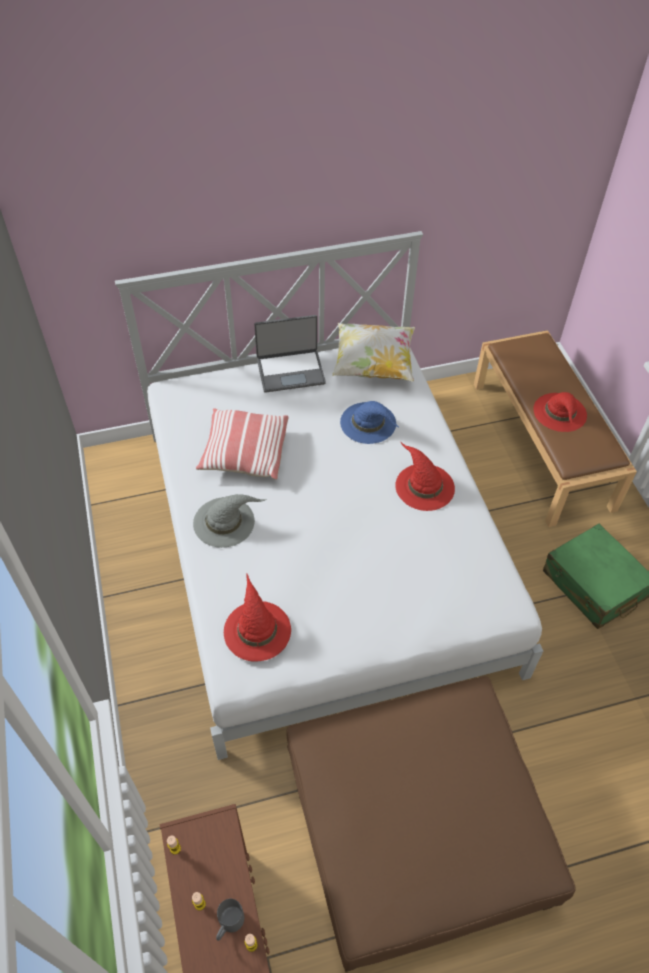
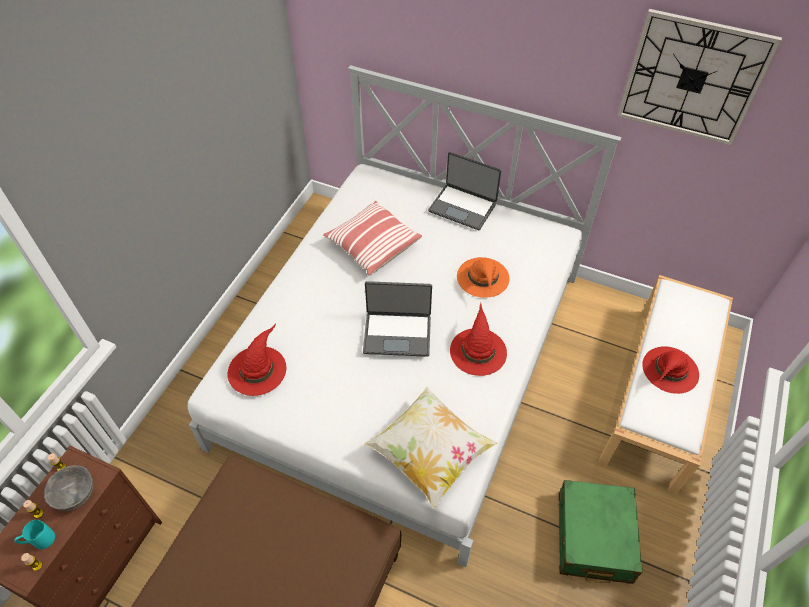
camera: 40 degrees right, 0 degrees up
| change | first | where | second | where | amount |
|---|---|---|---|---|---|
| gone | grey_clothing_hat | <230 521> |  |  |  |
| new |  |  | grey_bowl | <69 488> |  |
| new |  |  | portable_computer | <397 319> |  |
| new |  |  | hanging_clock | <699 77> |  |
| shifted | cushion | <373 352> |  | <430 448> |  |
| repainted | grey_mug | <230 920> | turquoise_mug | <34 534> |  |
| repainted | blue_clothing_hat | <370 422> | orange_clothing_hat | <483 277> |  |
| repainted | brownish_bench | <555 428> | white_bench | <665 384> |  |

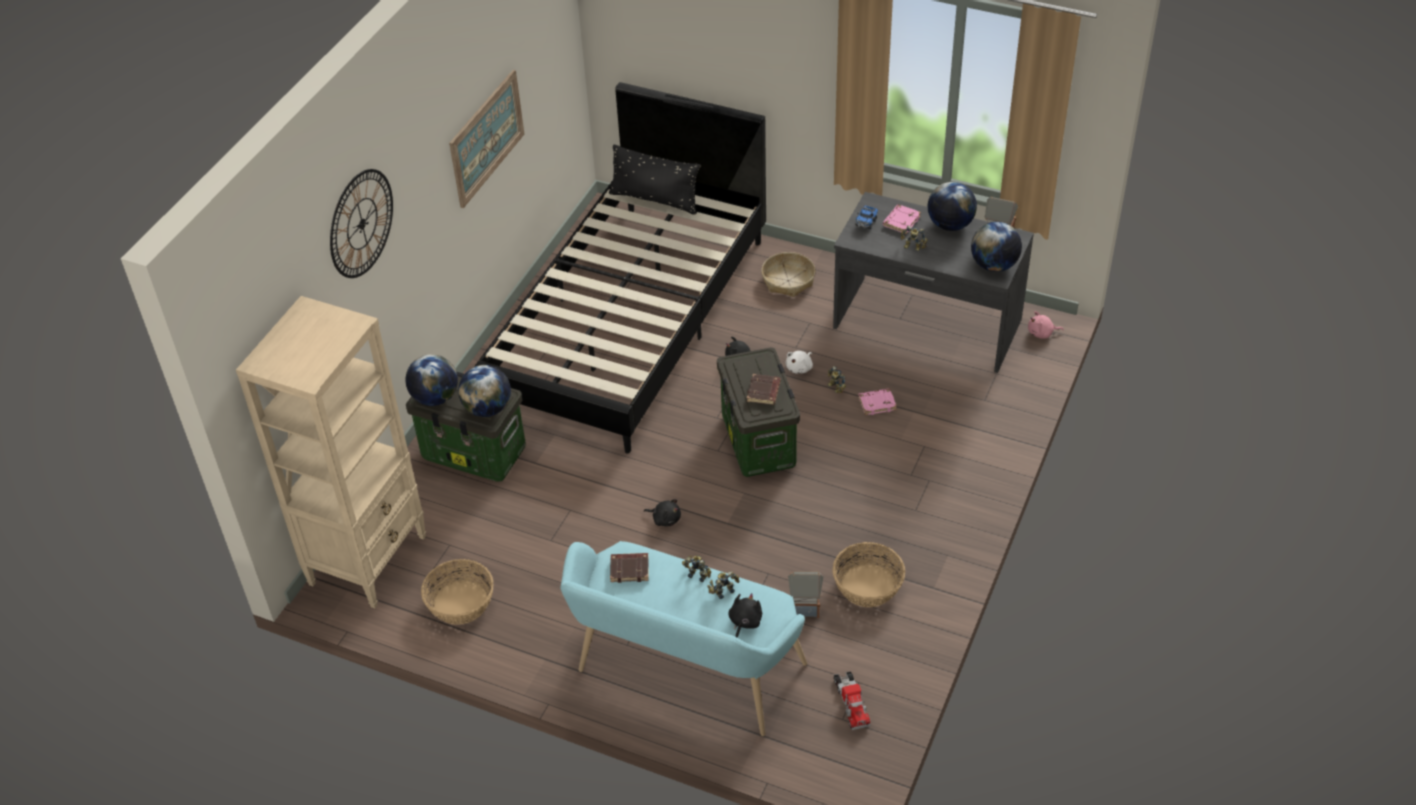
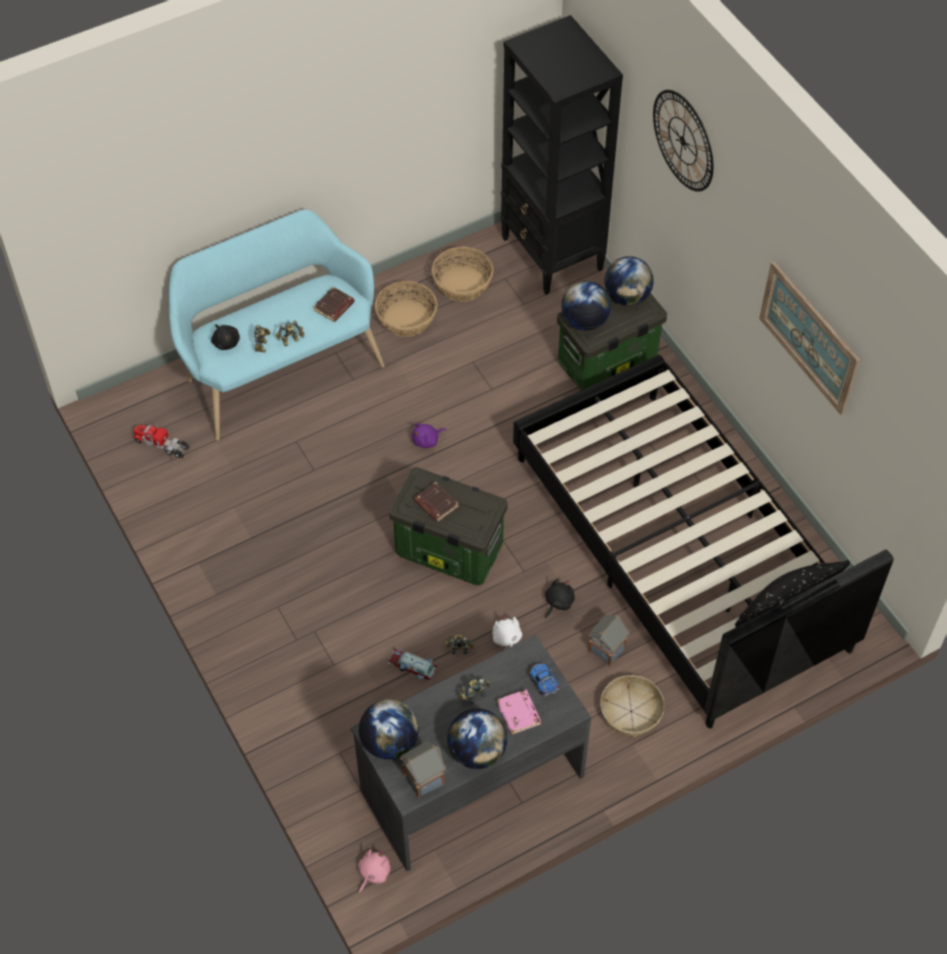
camera: 125 degrees right, 10 degrees up
| change | first | where | second | where | amount |
|---|---|---|---|---|---|
| shifted | toy_house | <805 594> |  | <609 641> |  |
| shifted | basket | <868 574> |  | <406 309> |  |
| swapped | pink-coloured_bound_book | <878 401> | miniature_car | <413 664> |  |
| repainted | beige_shelving_unit | <331 452> | black-coloured_shelving_unit | <561 155> |  |
| repainted | black-coloured_cuddly_toy | <662 512> | purple_cuddly_toy | <429 435> |  |

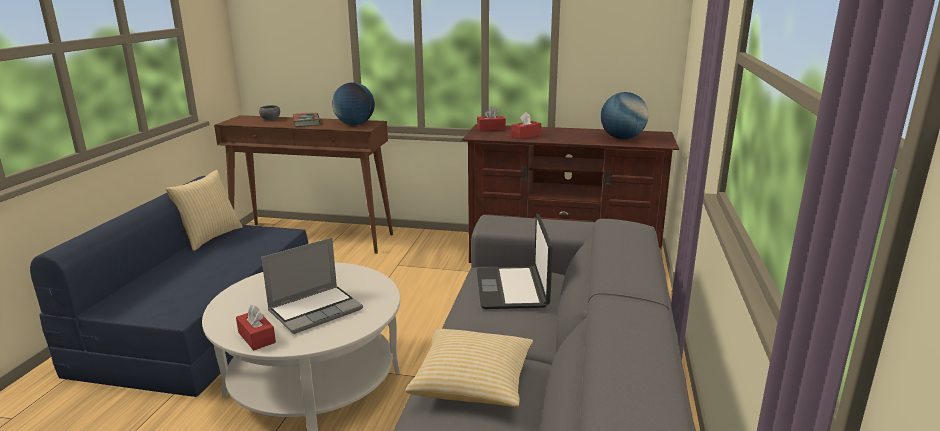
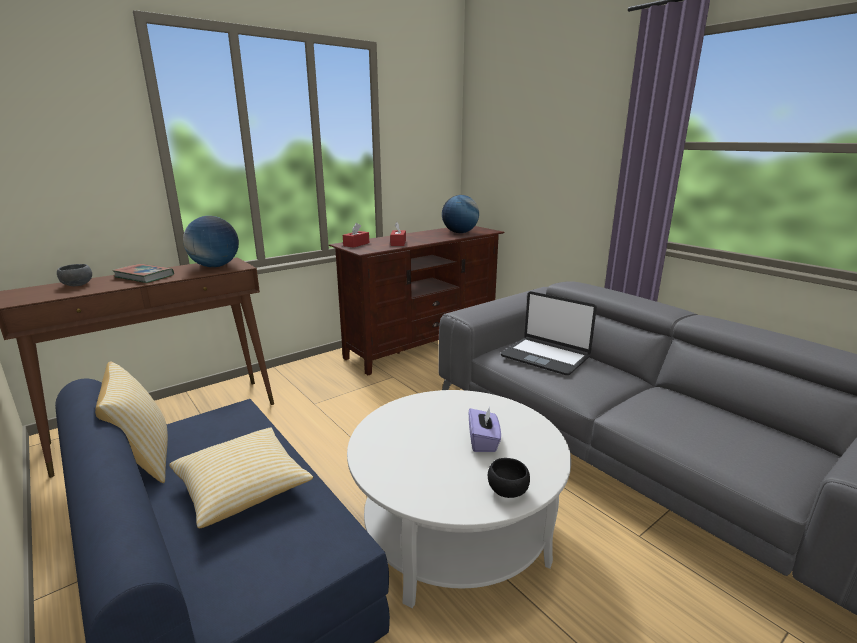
camera: 50 degrees left, 0 degrees up
| change | first | where | second | where | amount |
|---|---|---|---|---|---|
| shifted | cushion | <469 368> |  | <241 477> |  |
| swapped | reddish_box_of_tissues | <256 327> | black-coloured_bowl | <509 478> |  |
| swapped | portable_computer | <312 286> | purple_box_of_tissues | <485 429> |  |

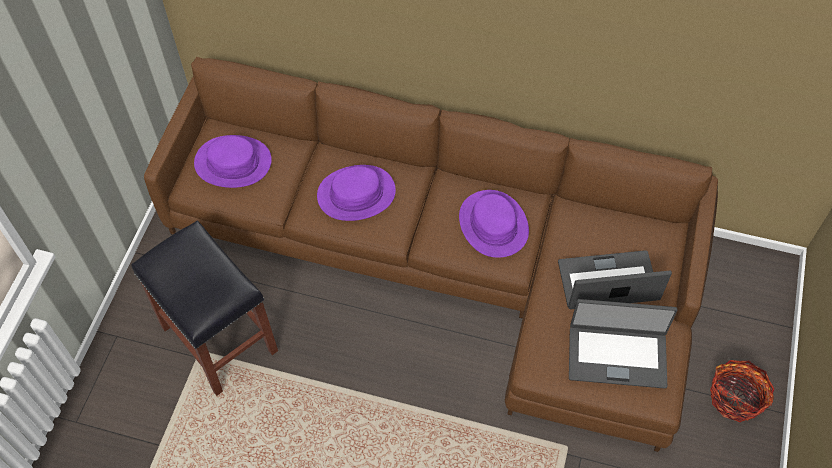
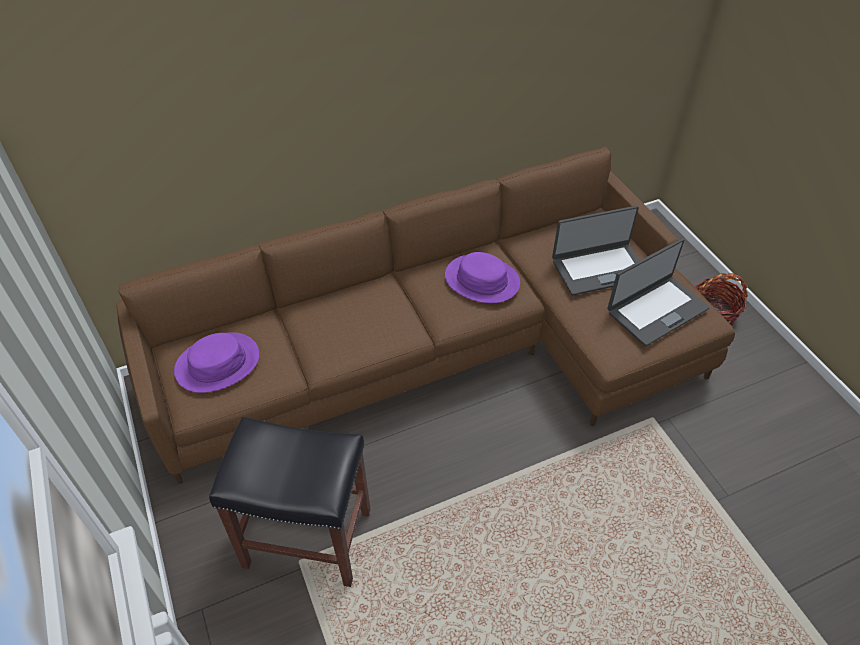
camera: 40 degrees left, 10 degrees down
| change | first | where | second | where | amount |
|---|---|---|---|---|---|
| gone | purple_clothing_hat | <356 193> |  |  |  |
| rotated | portable_computer | <615 279> |  | <596 250> | 150 degrees counterclockwise |

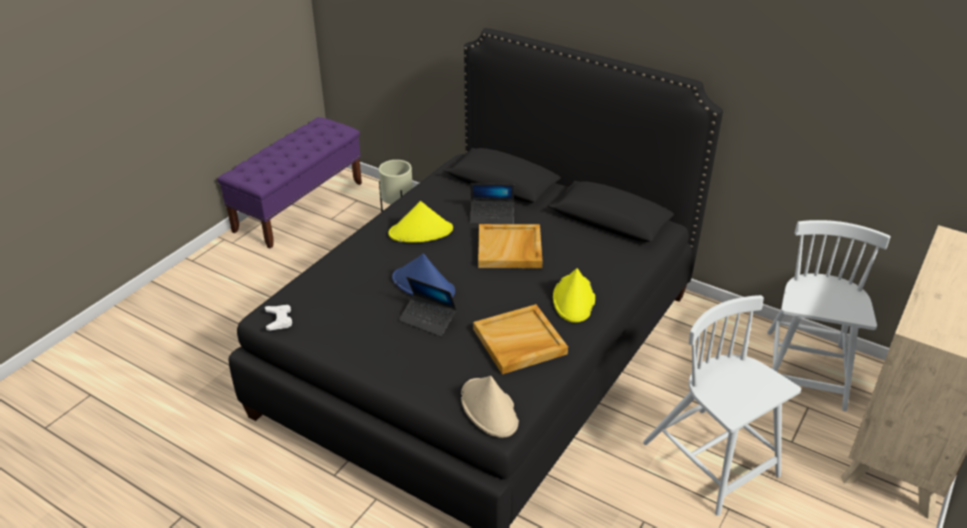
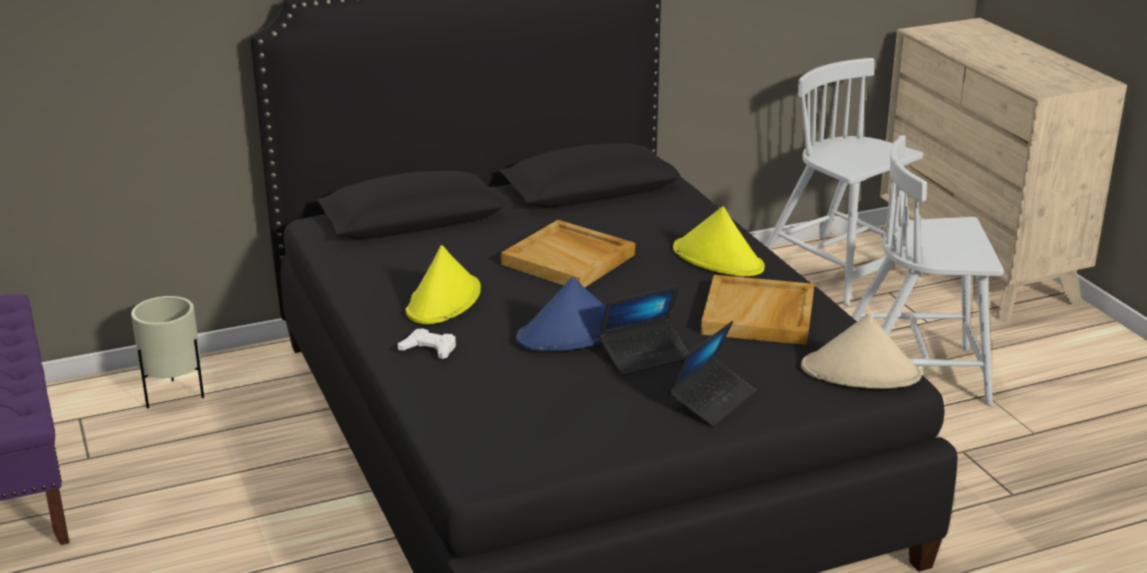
camera: 55 degrees left, 10 degrees down
| change | first | where | second | where | amount |
|---|---|---|---|---|---|
| shifted | white_gamepad | <278 318> |  | <427 344> |  |
| shifted | portable_computer | <492 203> |  | <712 374> |  |

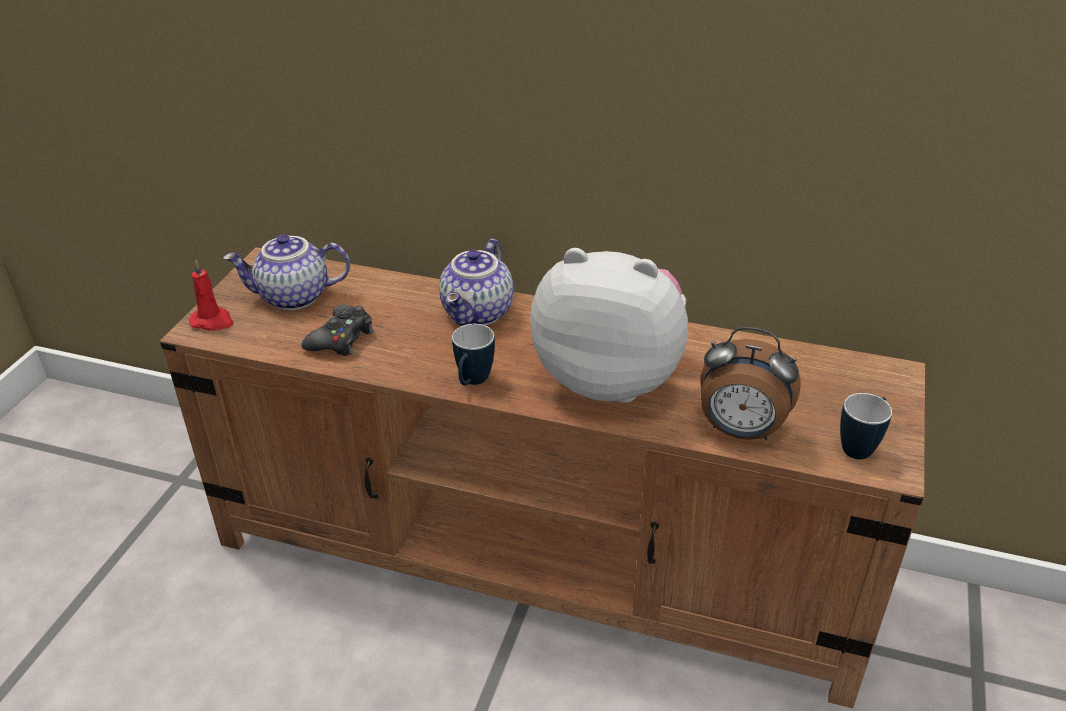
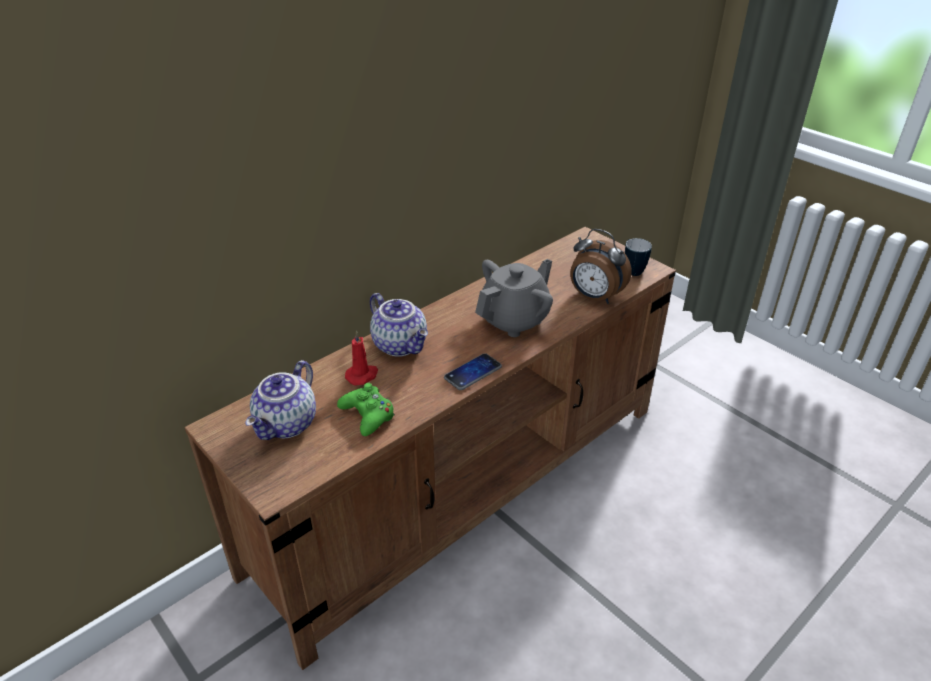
camera: 60 degrees left, 0 degrees up
| change | first | where | second | where | amount |
|---|---|---|---|---|---|
| shifted | reddish_wax_light | <211 295> |  | <361 358> |  |
| swapped | mug | <473 355> | telephone | <473 371> |  |
| swapped | cuddly_toy | <609 325> | grey_teapot | <514 298> |  |
| repainted | black-coloured_gamepad | <338 330> | greenish_gamepad | <366 409> |  |
| rotated | table_clock | <750 383> |  | <600 266> | 75 degrees clockwise |

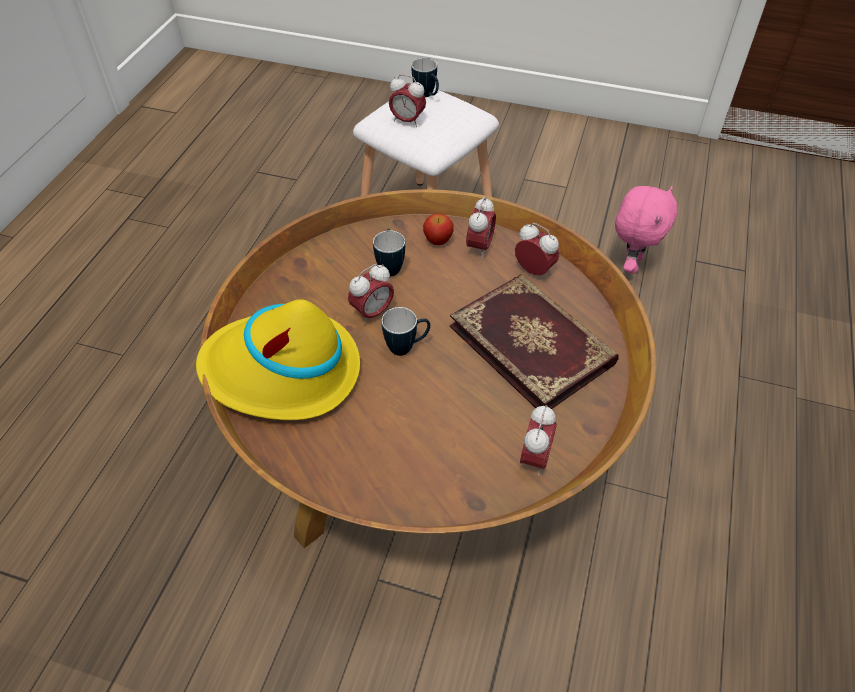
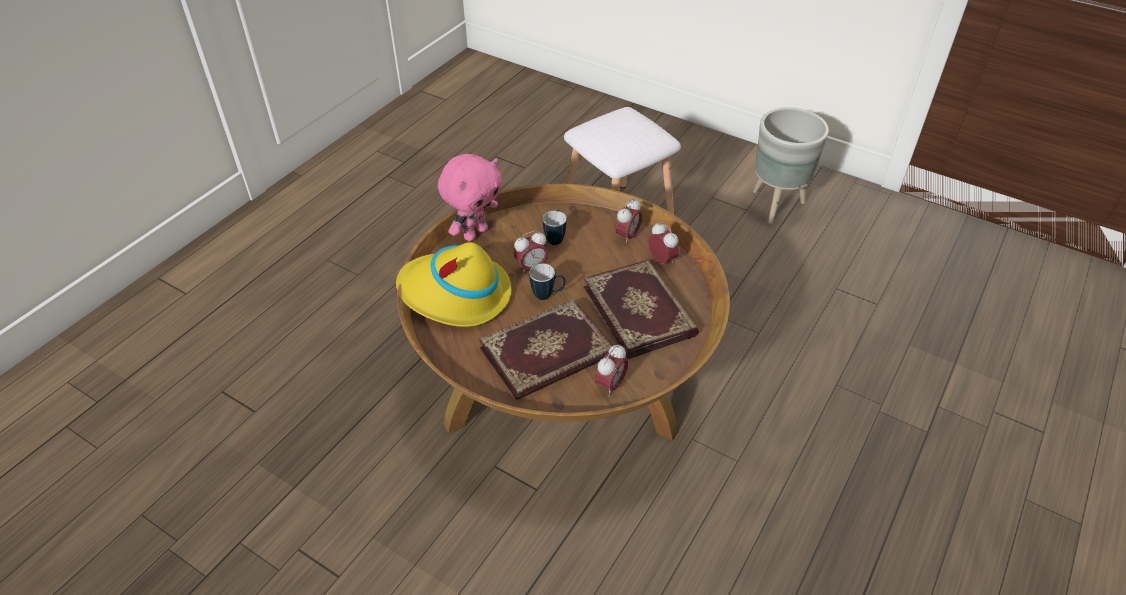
camera: 15 degrees right, 5 degrees down
| change | first | where | second | where | amount |
|---|---|---|---|---|---|
| gone | table_clock | <407 100> |  |  |  |
| gone | mug | <425 77> |  |  |  |
| gone | whole_apple | <438 229> |  |  |  |
| new |  |  | bound_book | <546 349> |  |
| new |  |  | grey_plant_pot | <791 165> |  |
| shifted | pink-coloured_cuddly_toy | <646 230> |  | <470 197> |  |

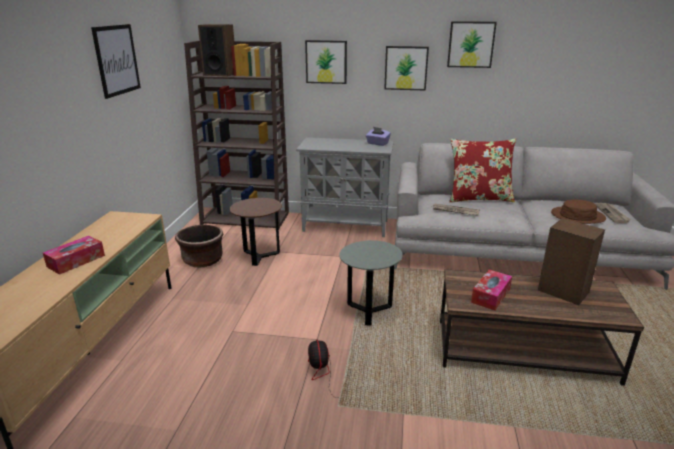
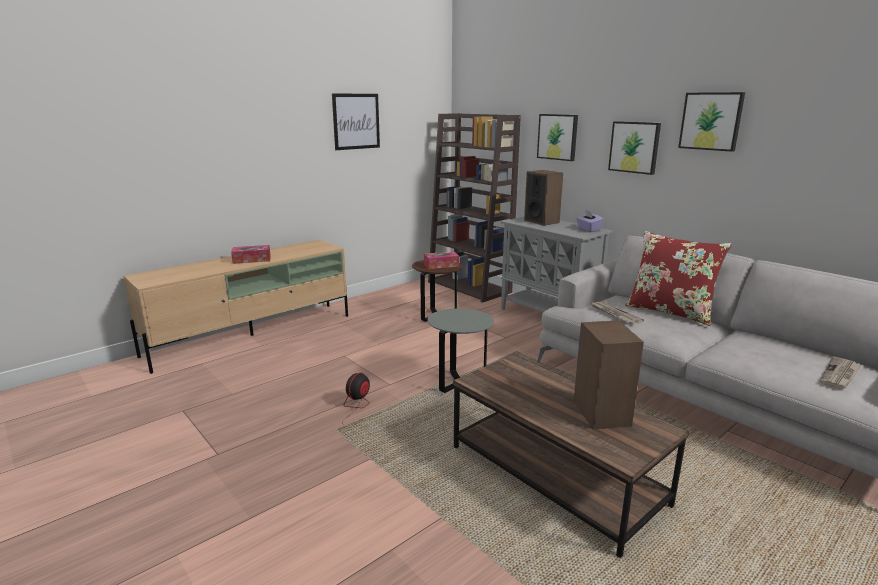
camera: 40 degrees right, 5 degrees down
| change | first | where | second | where | amount |
|---|---|---|---|---|---|
| gone | brownish_plant_pot | <199 246> |  |  |  |
| gone | brownish_clothing_hat | <578 211> |  |  |  |
| shifted | audio_speaker | <216 50> |  | <543 198> |  |
| shifted | box_of_tissues | <491 290> |  | <441 260> |  |

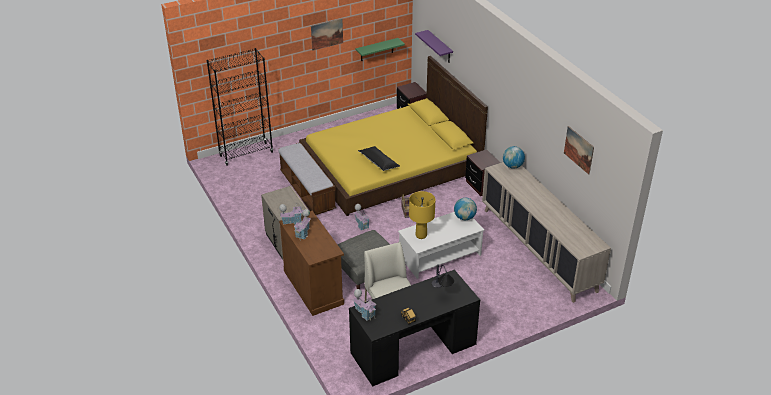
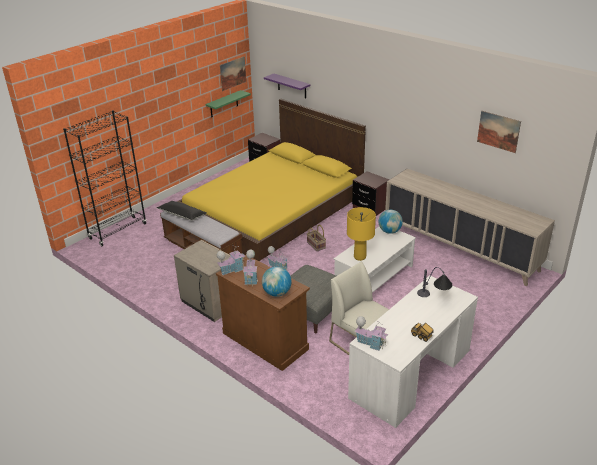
camera: 20 degrees left, 5 degrees down
| change | first | where | second | where | amount |
|---|---|---|---|---|---|
| shifted | wall_picture | <327 35> |  | <233 73> |  |
| shifted | black-coloured_cushion | <379 158> |  | <182 210> |  |
| shifted | world_globe | <514 157> |  | <277 282> |  |
| repainted | black-coloured_desk | <414 328> | white_desk | <413 351> |  |

